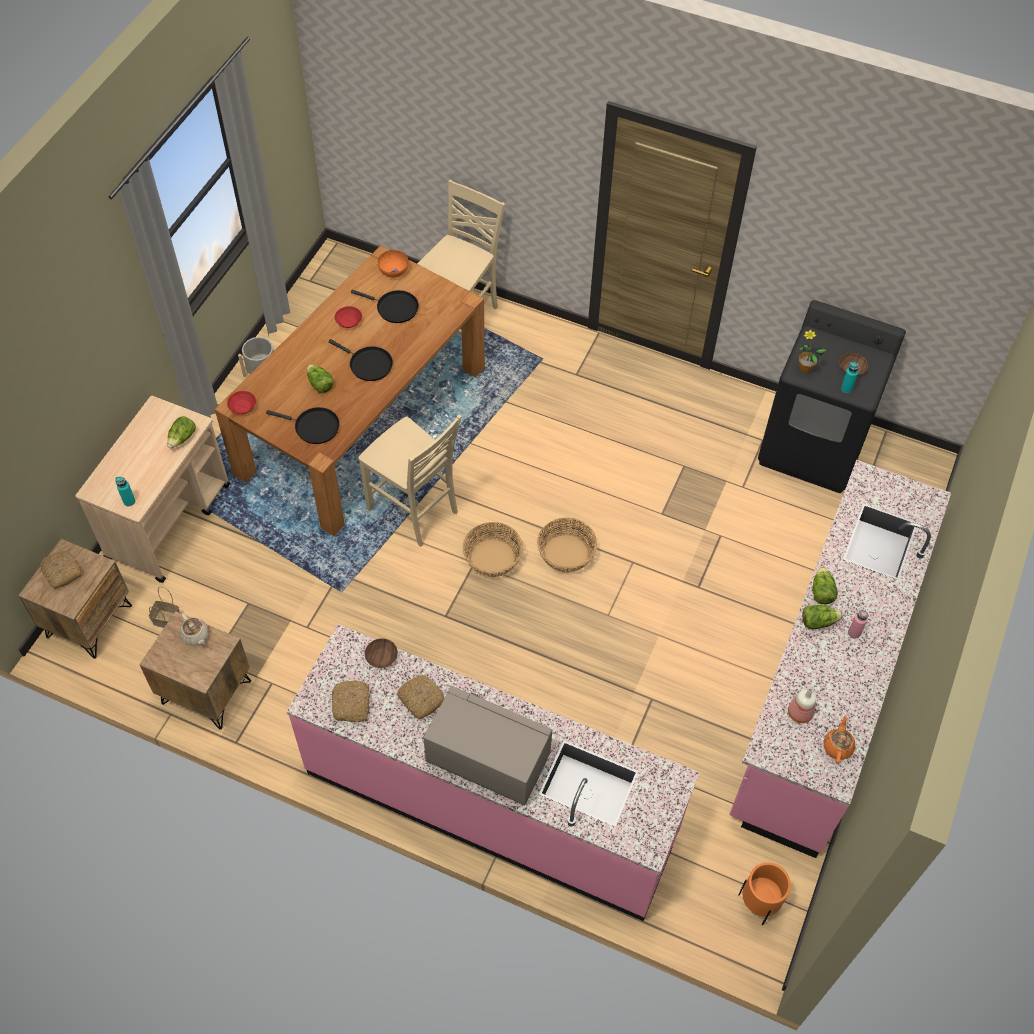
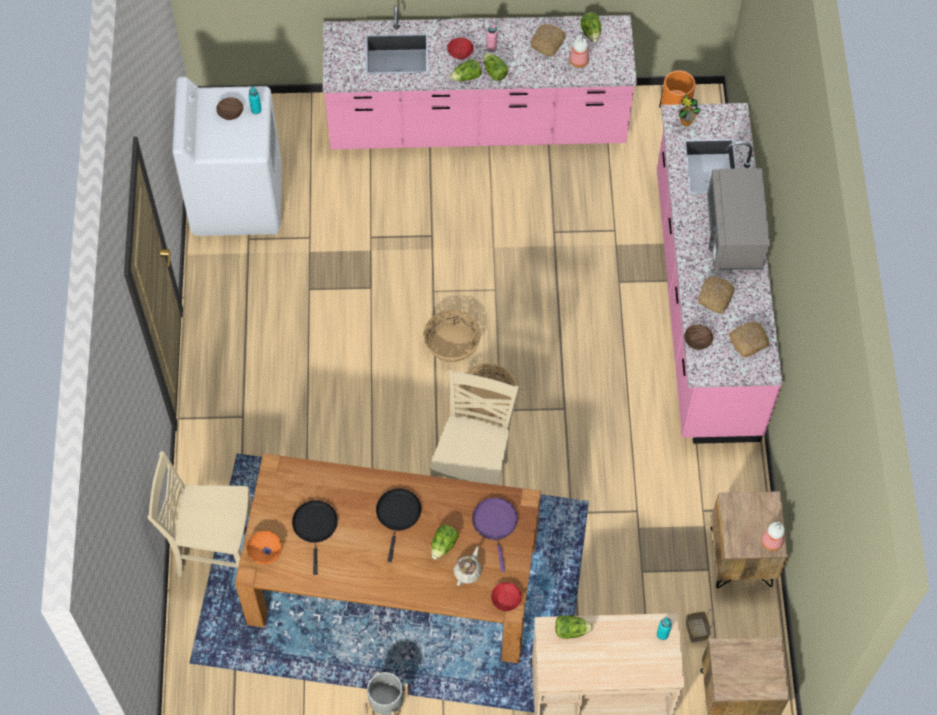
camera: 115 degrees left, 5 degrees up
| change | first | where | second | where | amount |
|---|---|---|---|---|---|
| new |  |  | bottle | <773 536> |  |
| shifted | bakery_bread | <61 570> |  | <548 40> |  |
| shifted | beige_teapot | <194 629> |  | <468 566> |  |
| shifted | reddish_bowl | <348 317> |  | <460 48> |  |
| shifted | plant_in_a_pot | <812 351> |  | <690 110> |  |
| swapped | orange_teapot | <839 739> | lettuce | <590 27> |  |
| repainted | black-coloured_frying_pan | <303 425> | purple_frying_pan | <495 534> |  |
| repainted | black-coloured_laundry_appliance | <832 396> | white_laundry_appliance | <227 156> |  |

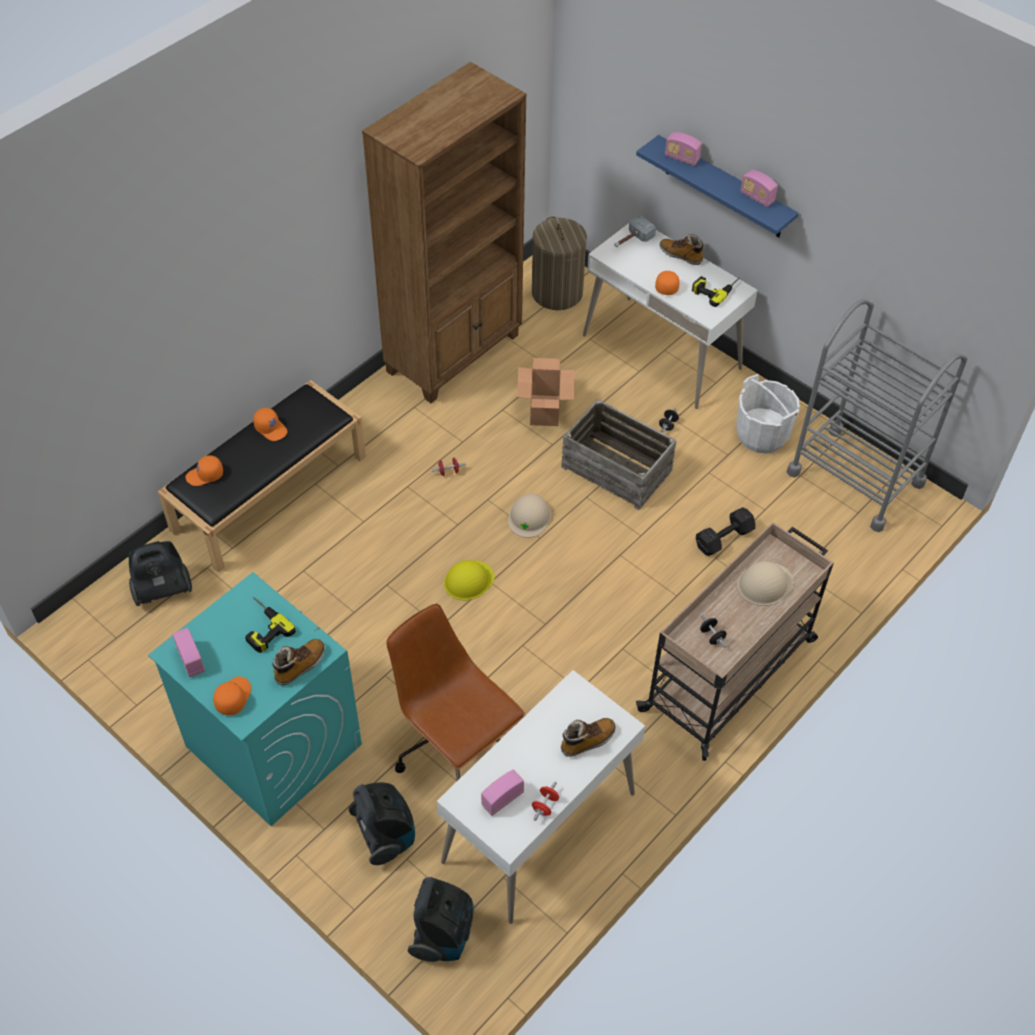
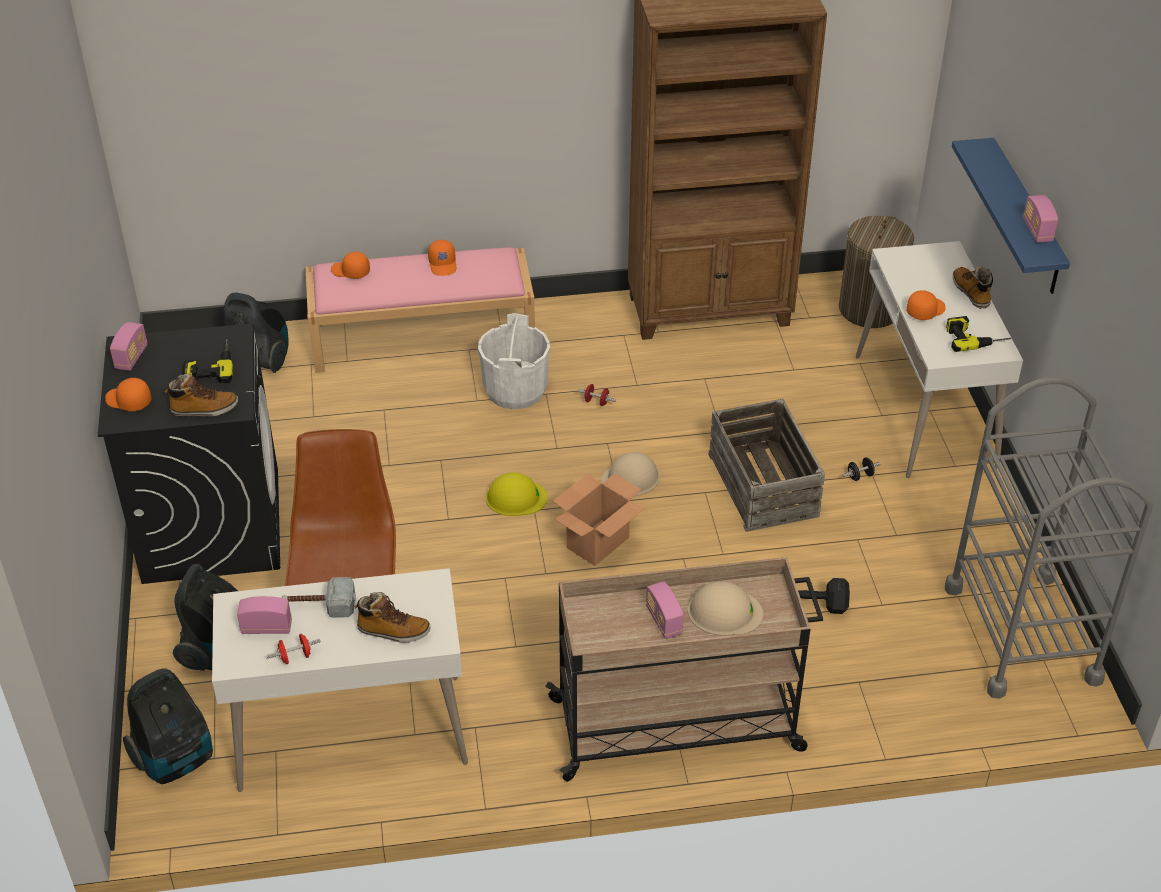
camera: 40 degrees right, 10 degrees down
| change | first | where | second | where | amount |
|---|---|---|---|---|---|
| gone | black-coloured_dumbbell | <713 631> |  |  |  |
| shifted | cardboard_box | <546 392> |  | <598 519> |  |
| shifted | tool_hammer | <635 231> |  | <318 597> |  |
| shifted | radio_set | <683 149> |  | <665 610> |  |
| shifted | white_water_bucket | <768 414> |  | <514 361> |  |
| repainted | turquoise_laundry_appliance | <255 699> | black-coloured_laundry_appliance | <189 454> |  |
| repainted | black-coloured_bench | <262 476> | pink-coloured_bench | <420 310> |  |
| rotated | orange_peaked_cap | <232 696> |  | <128 394> | 120 degrees counterclockwise |

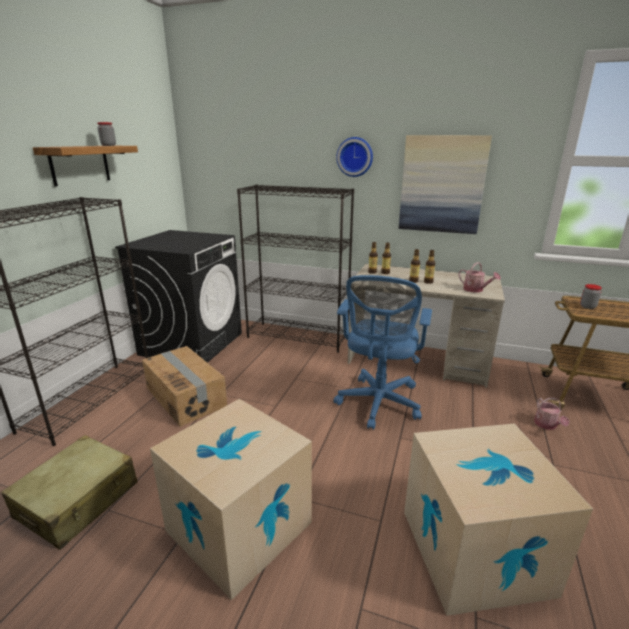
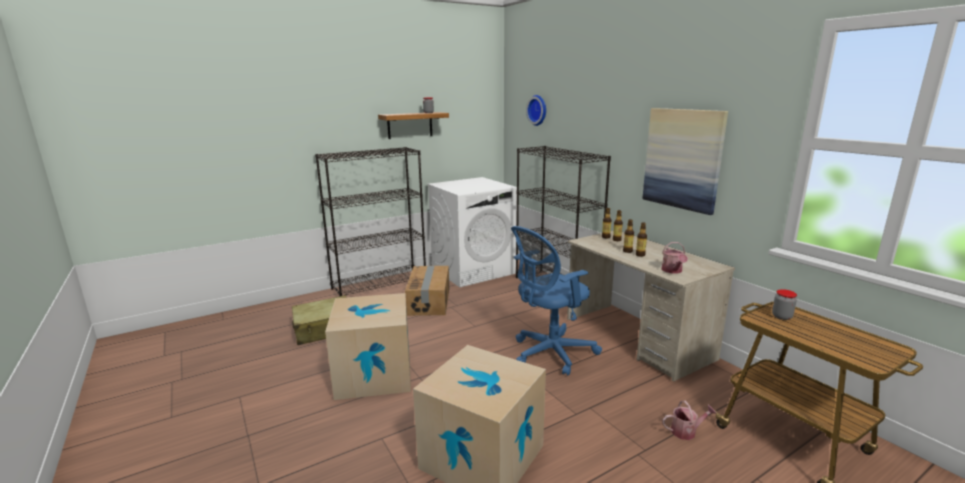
camera: 40 degrees right, 5 degrees down
| change | first | where | second | where | amount |
|---|---|---|---|---|---|
| shifted | hanging_clock | <354 157> |  | <536 110> |  |
| repainted | black-coloured_laundry_appliance | <178 296> | white_laundry_appliance | <472 232> |  |
| rotated | watering_pot | <551 414> |  | <689 420> | 135 degrees counterclockwise |

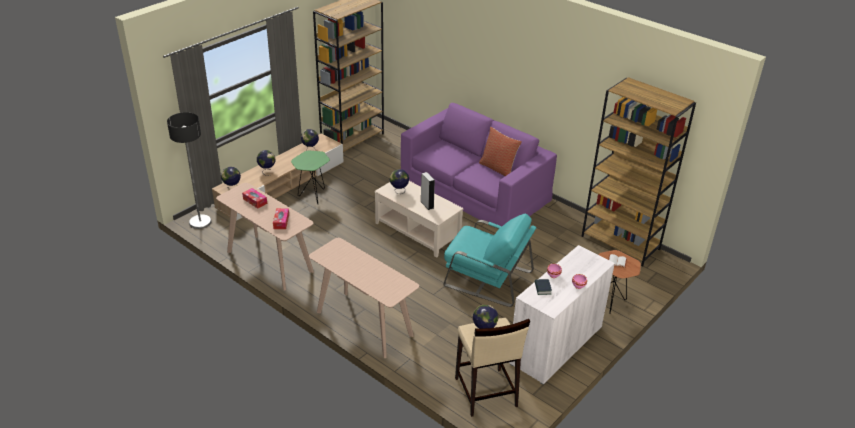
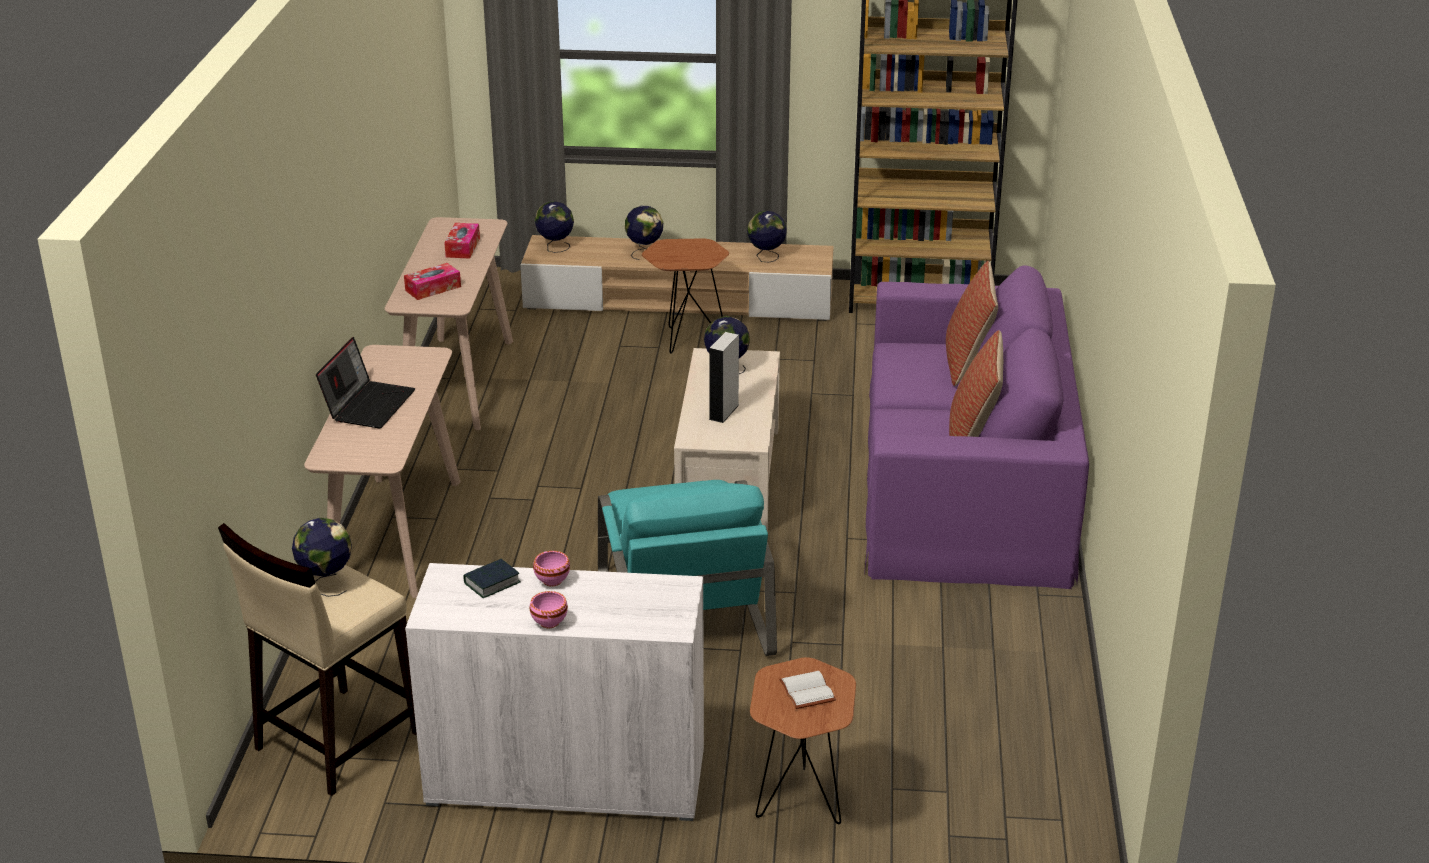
camera: 55 degrees right, 5 degrees down
| change | first | where | second | where | amount |
|---|---|---|---|---|---|
| gone | floor_lamp | <189 170> |  |  |  |
| gone | brownish_shelving_unit | <638 171> |  |  |  |
| new |  |  | portable_computer | <365 382> |  |
| new |  |  | cushion | <972 323> |  |
| repainted | greenish_side_table | <310 177> | brownish_side_table | <685 296> |  |

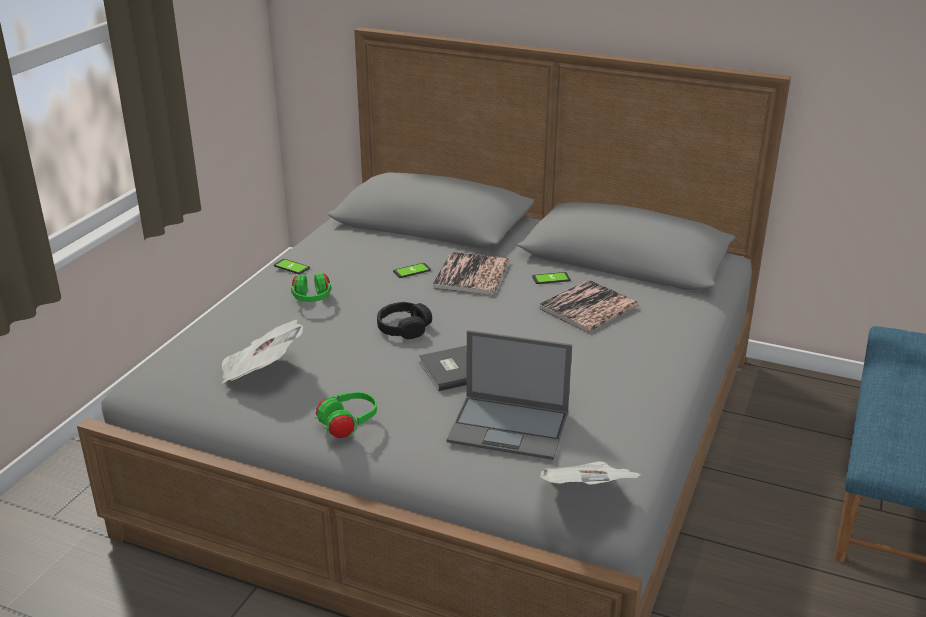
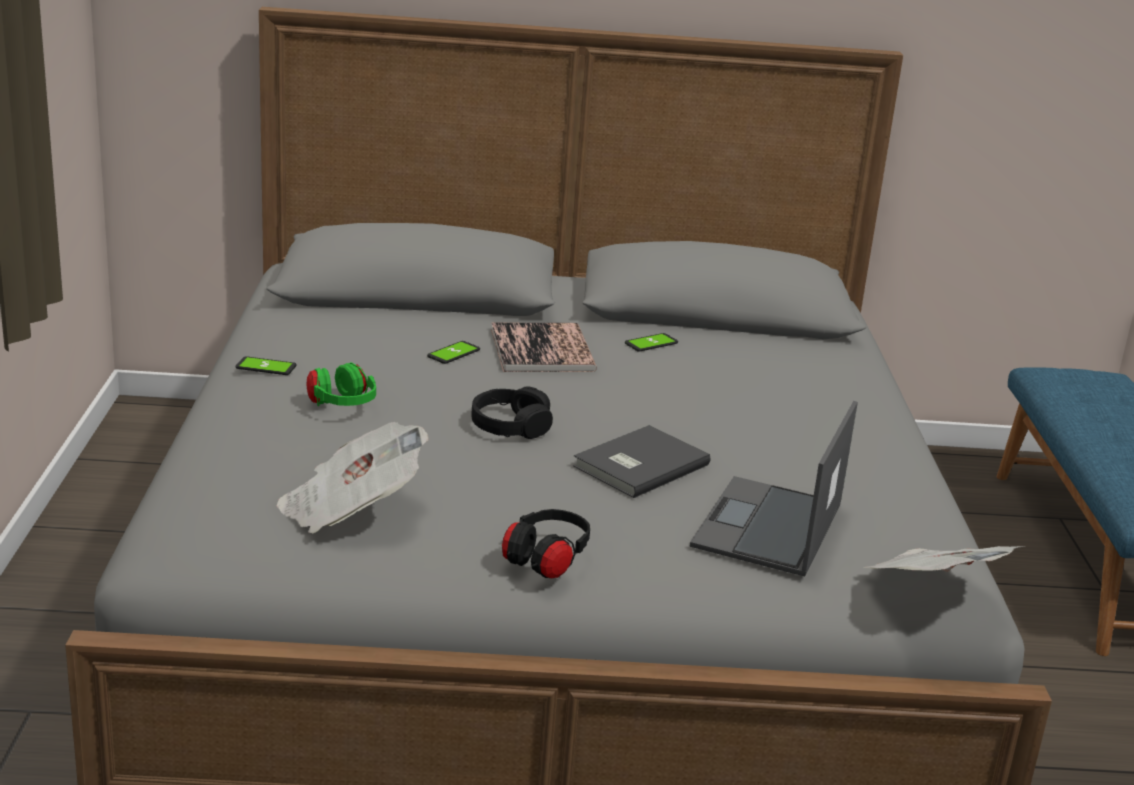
camera: 25 degrees left, 5 degrees down
| change | first | where | second | where | amount |
|---|---|---|---|---|---|
| gone | bound_book | <588 306> |  |  |  |
| repainted | greenish_pair_of_headphones | <346 415> | black-coloured_pair_of_headphones | <546 543> |  |
| rotated | portable_computer | <509 395> |  | <774 489> | 120 degrees clockwise |

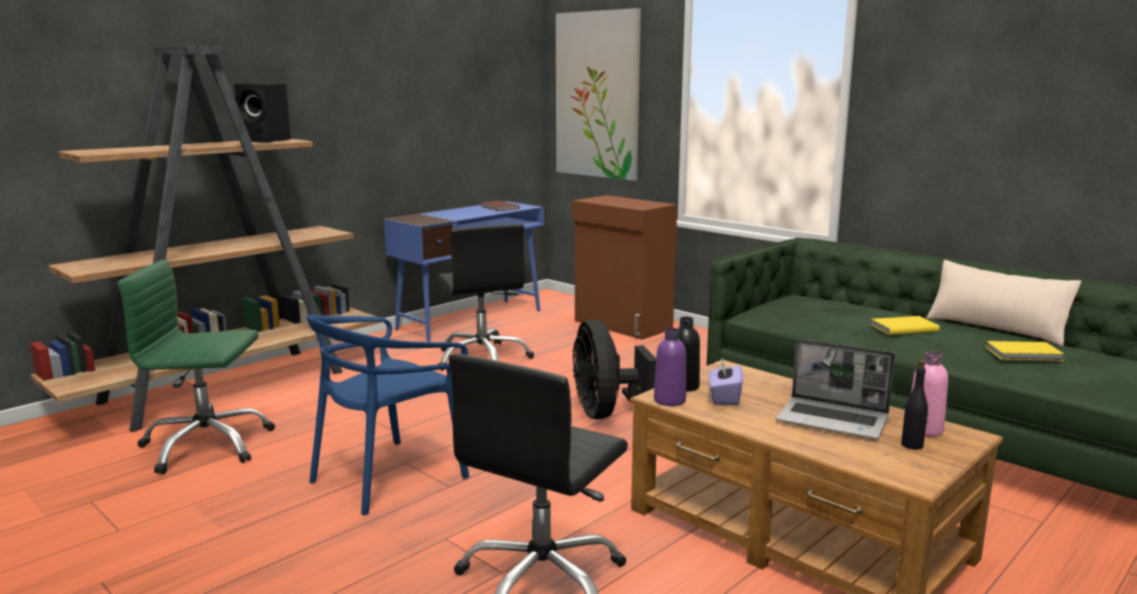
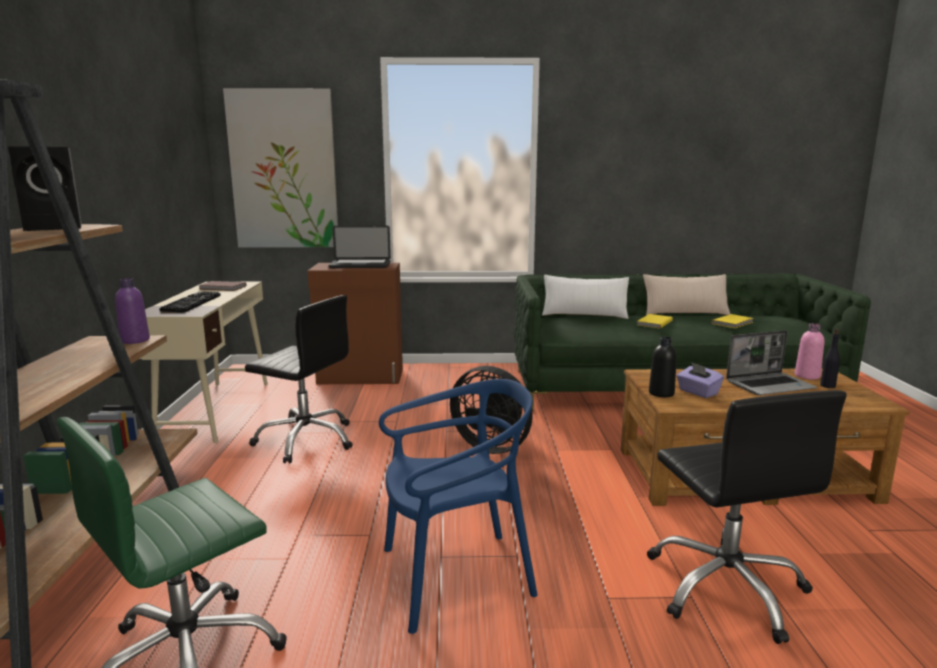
camera: 45 degrees left, 0 degrees up
| change | first | where | second | where | amount |
|---|---|---|---|---|---|
| new |  |  | keyboard | <190 302> |  |
| new |  |  | portable_computer | <360 247> |  |
| new |  |  | white_cushion | <585 297> |  |
| shifted | purple_bottle | <670 367> |  | <132 311> |  |
| repainted | blue_desk | <464 271> | beige_desk | <204 362> |  |
| rotated | blue_chair | <387 415> |  | <458 506> | 105 degrees counterclockwise |

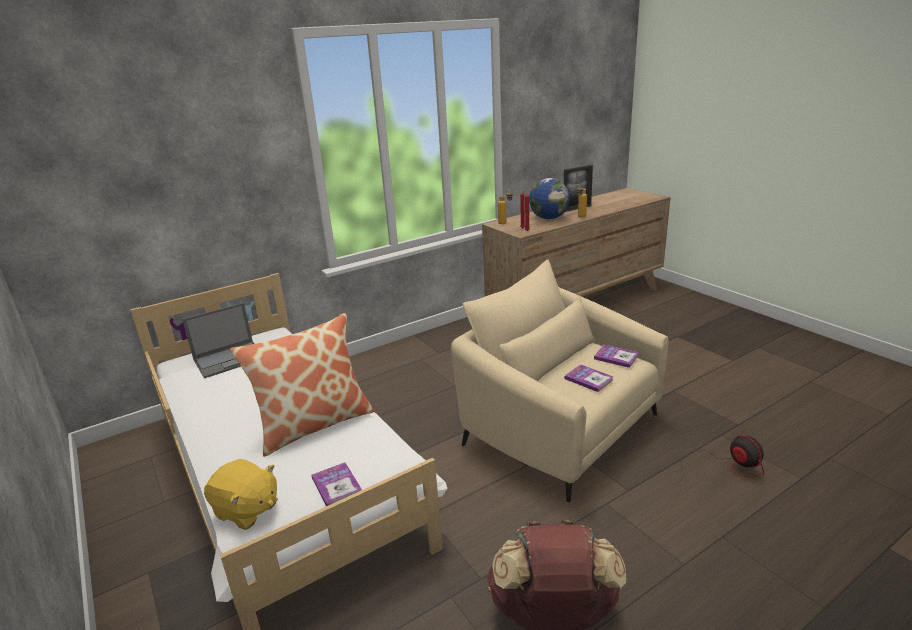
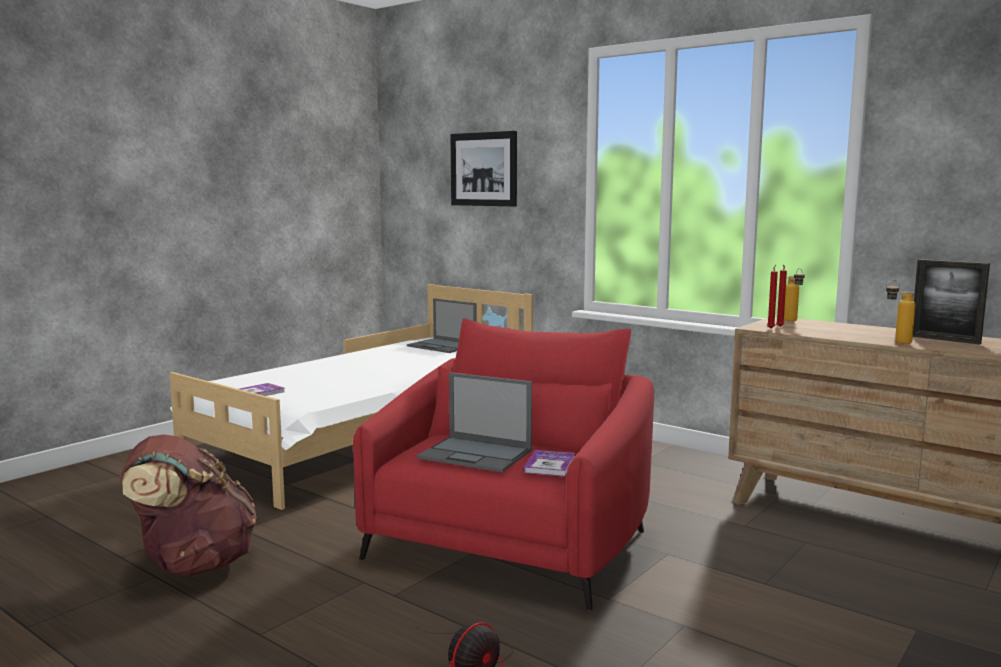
camera: 70 degrees right, 15 degrees down
| change | first | where | second | where | amount |
|---|---|---|---|---|---|
| gone | yellowish_cuddly_toy | <241 494> |  |  |  |
| gone | cushion | <302 385> |  |  |  |
| gone | world_globe | <549 198> |  |  |  |
| new |  |  | wall_picture | <483 168> |  |
| swapped | bound_book | <589 378> | portable_computer | <474 422> |  |
| repainted | beige_lounge_chair | <560 381> | reddish_lounge_chair | <503 465> |  |

